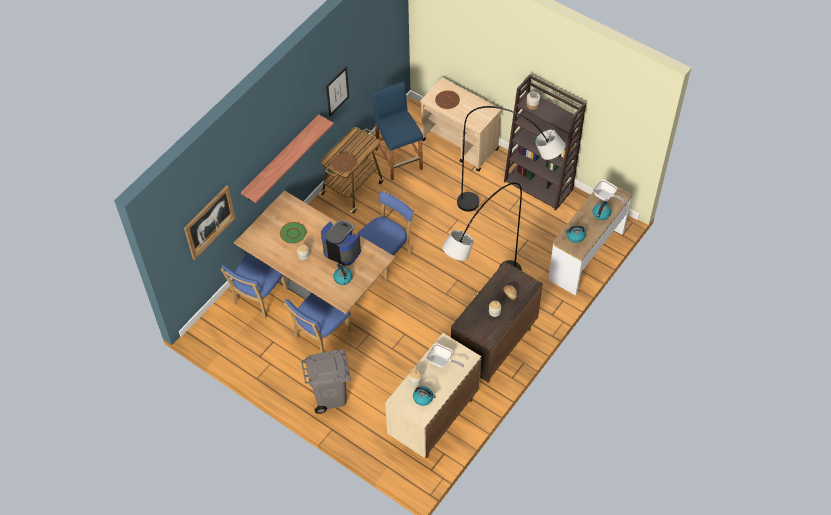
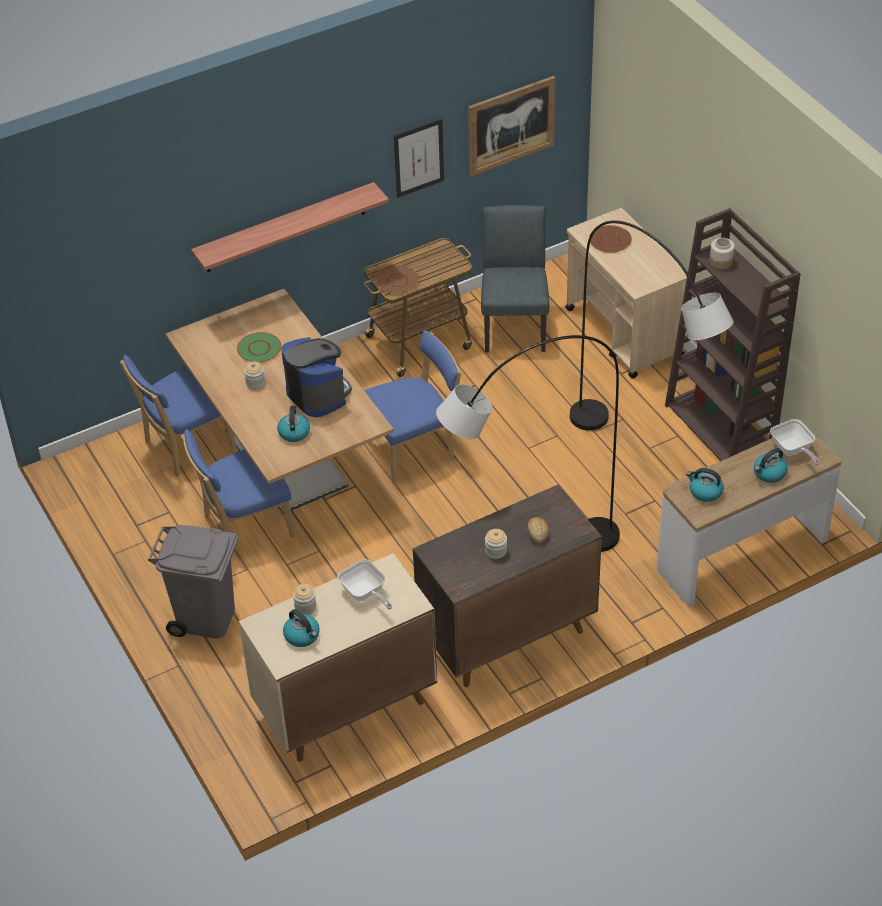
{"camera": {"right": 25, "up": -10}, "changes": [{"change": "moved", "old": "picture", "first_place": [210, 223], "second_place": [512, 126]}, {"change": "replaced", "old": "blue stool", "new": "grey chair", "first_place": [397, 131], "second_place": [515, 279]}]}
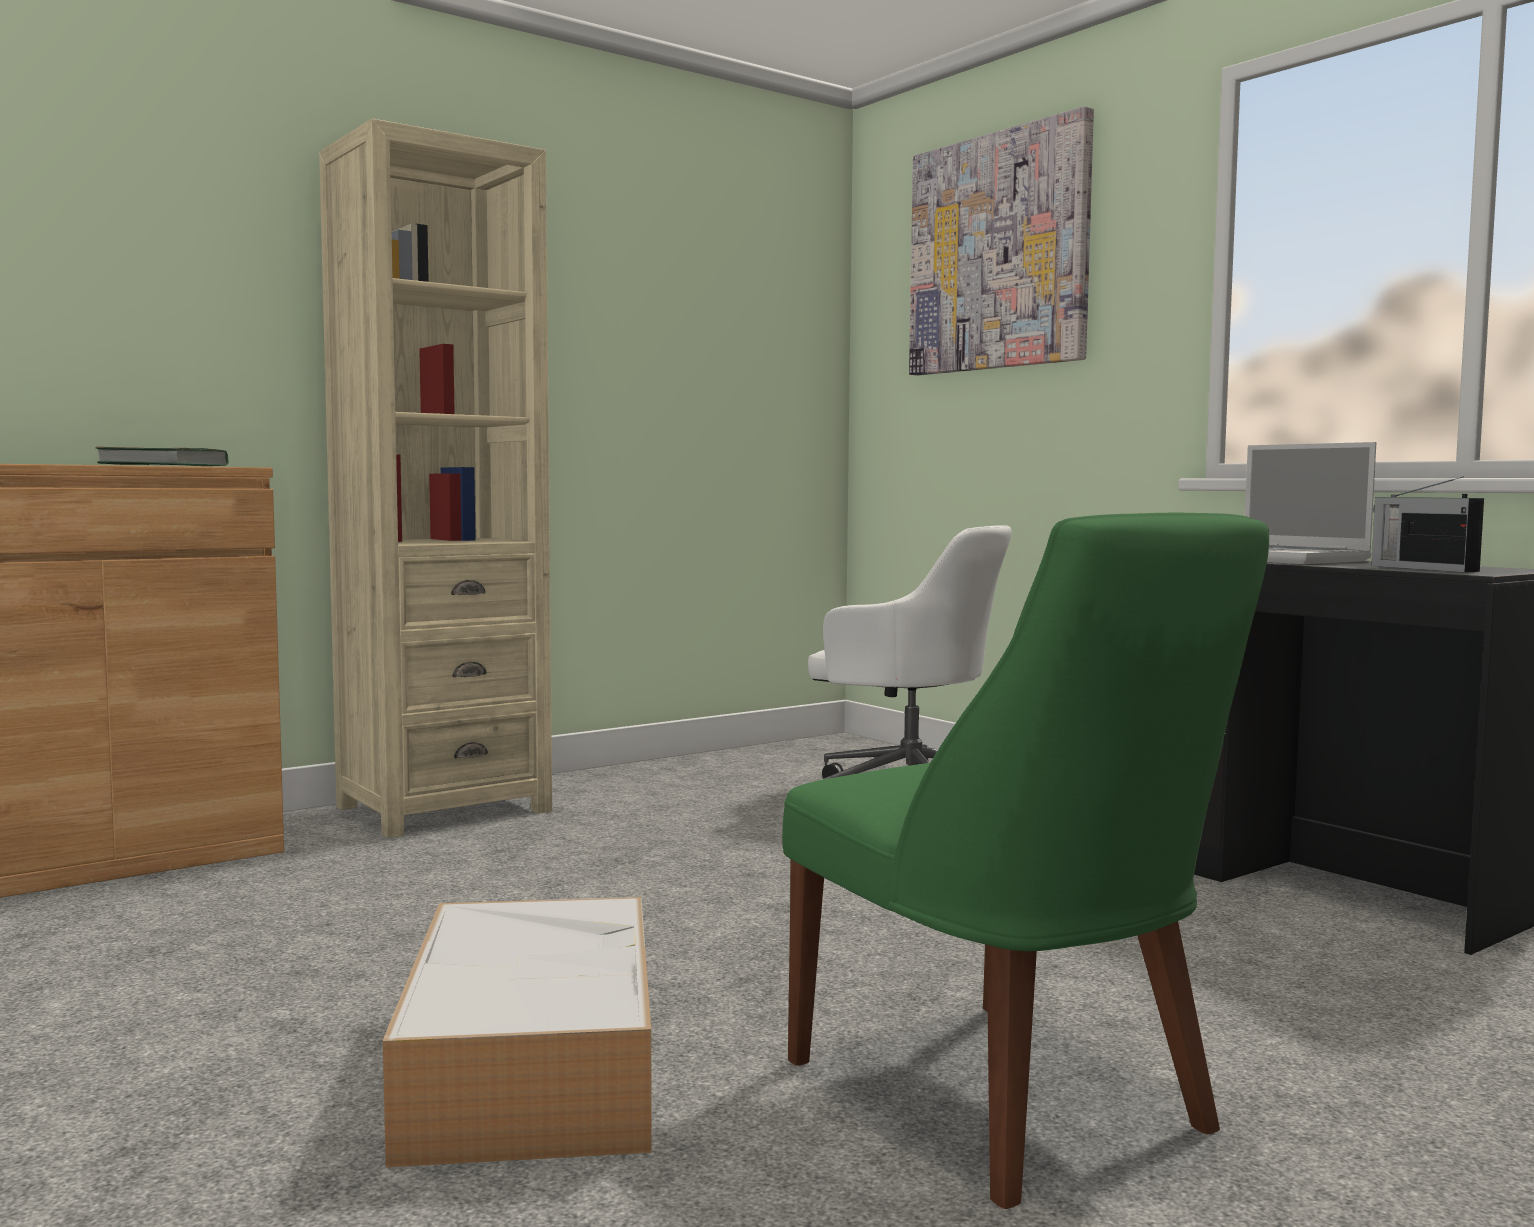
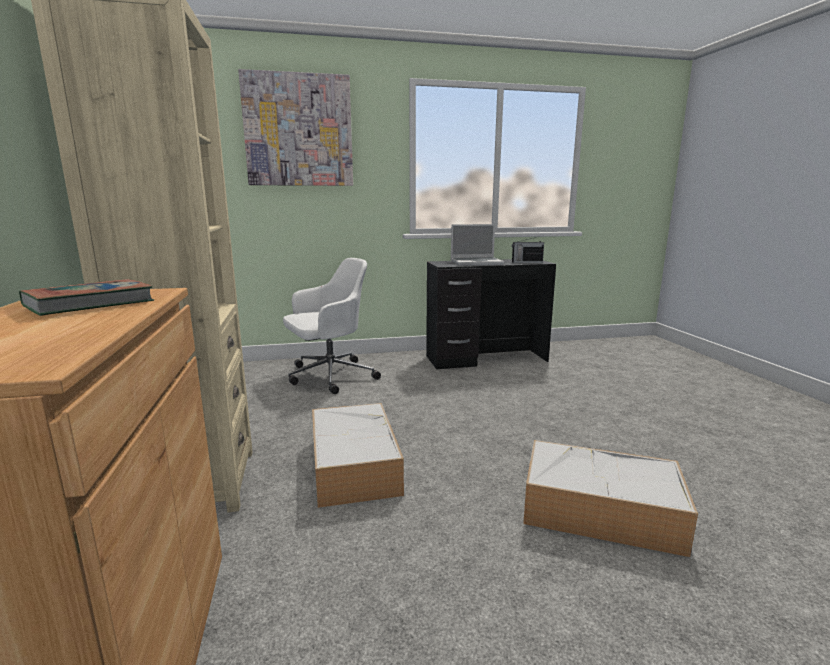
{"camera": {"right": -65, "up": 10}, "changes": [{"change": "added", "new": "storage box", "second_place": [358, 455]}, {"change": "removed", "old": "green chair", "first_place": [1025, 861]}]}
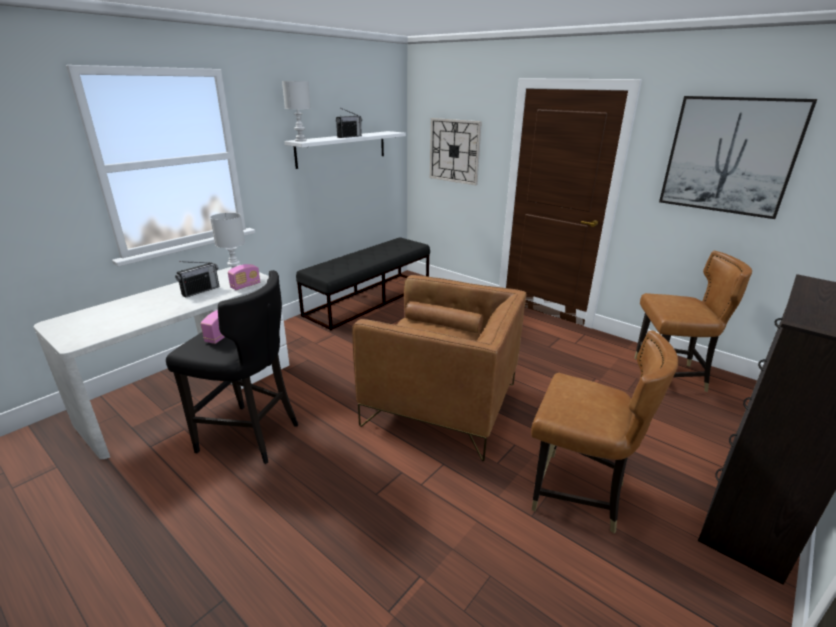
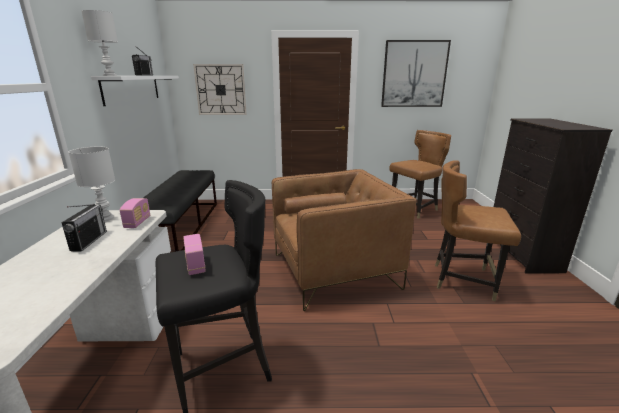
{"camera": {"right": -40, "up": -5}, "changes": [{"change": "turned", "old": "brown chair", "first_place": [604, 432], "second_place": [478, 230], "degrees": -150}]}
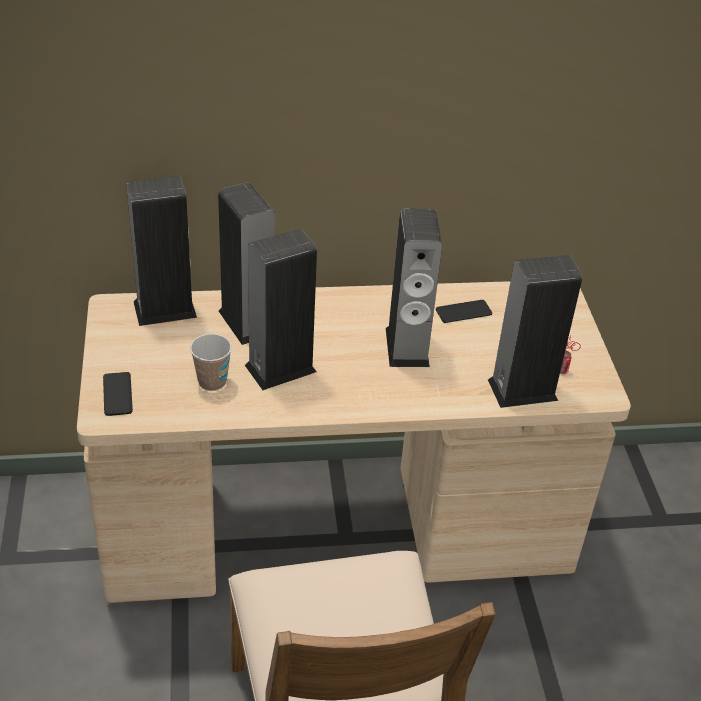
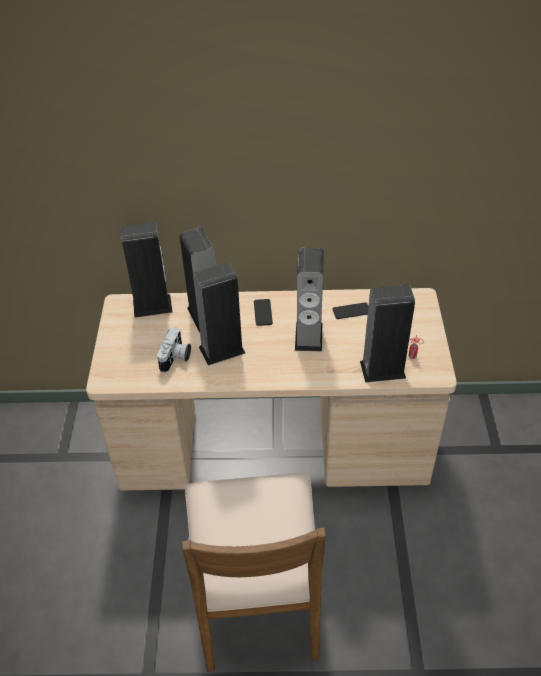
{"camera": {"right": 10, "up": 5}, "changes": [{"change": "replaced", "old": "cup", "new": "photo camera", "first_place": [211, 362], "second_place": [174, 350]}, {"change": "moved", "old": "phone", "first_place": [118, 394], "second_place": [263, 312]}]}
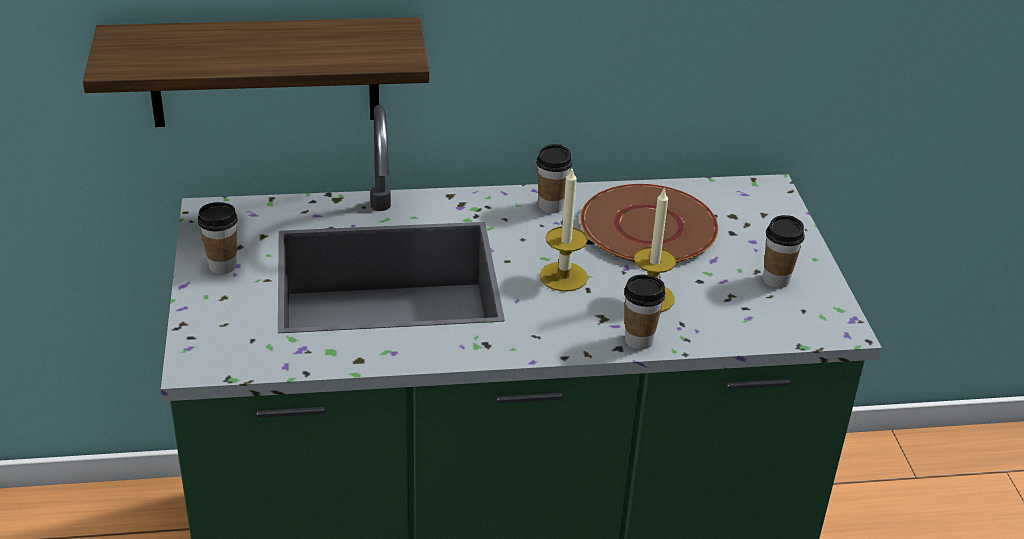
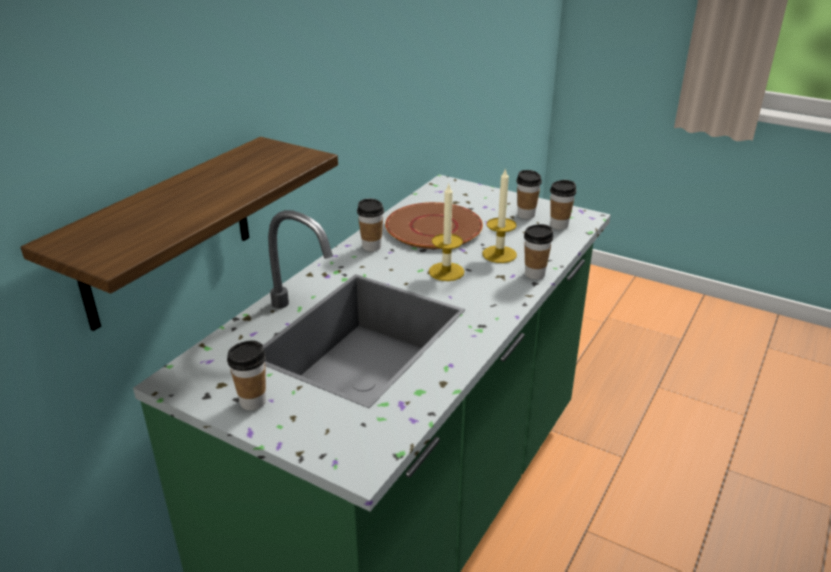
{"camera": {"right": -50, "up": -5}, "changes": [{"change": "added", "new": "cup", "second_place": [563, 205]}]}
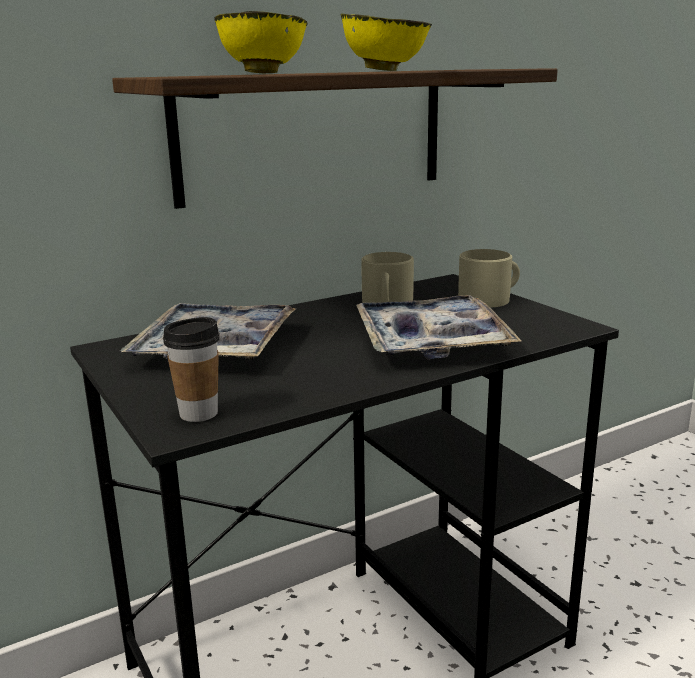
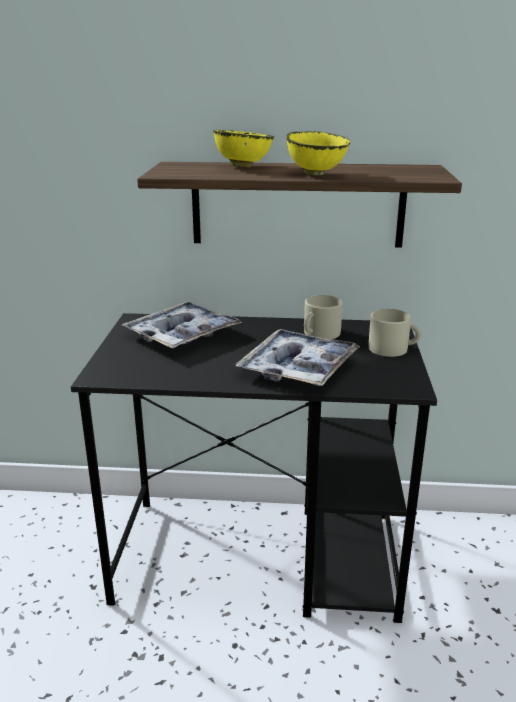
{"camera": {"right": 35, "up": 5}, "changes": [{"change": "removed", "old": "cup", "first_place": [191, 369]}]}
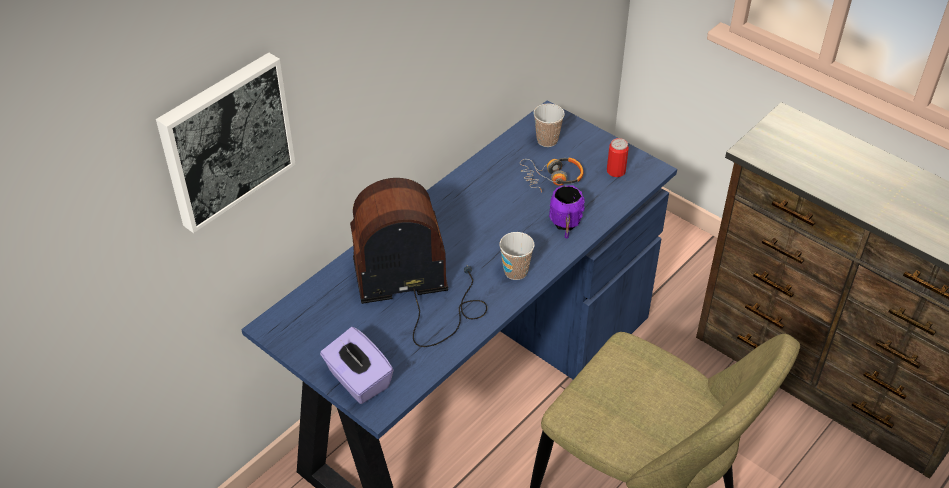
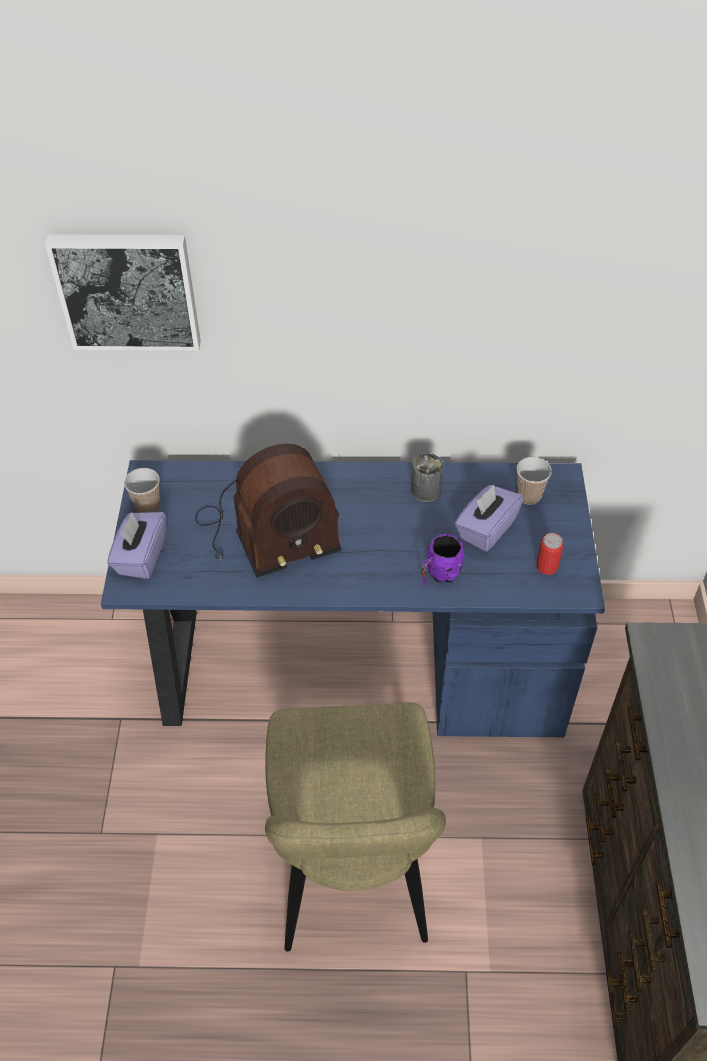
{"camera": {"right": 50, "up": 5}, "changes": [{"change": "moved", "old": "cup", "first_place": [517, 256], "second_place": [142, 490]}, {"change": "turned", "old": "radio", "first_place": [418, 262], "second_place": [268, 510], "degrees": 120}, {"change": "added", "new": "can", "second_place": [427, 477]}, {"change": "replaced", "old": "headphones", "new": "purple tissue box", "first_place": [551, 175], "second_place": [489, 518]}]}
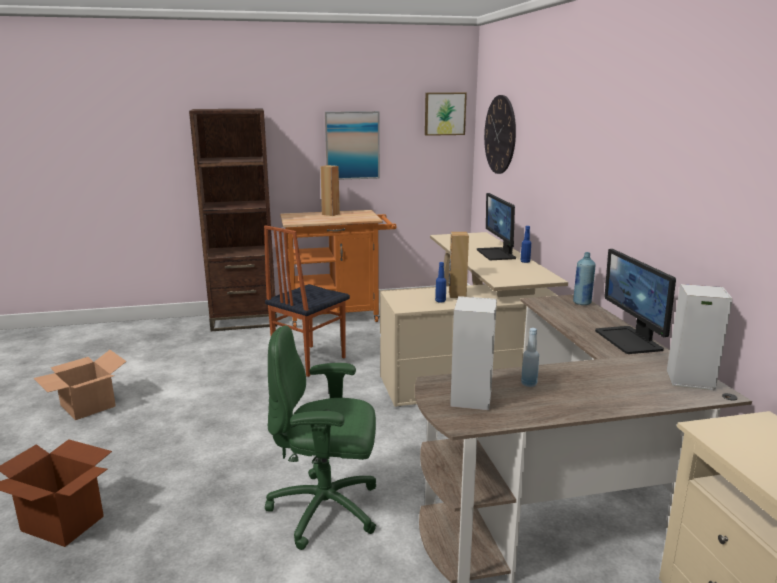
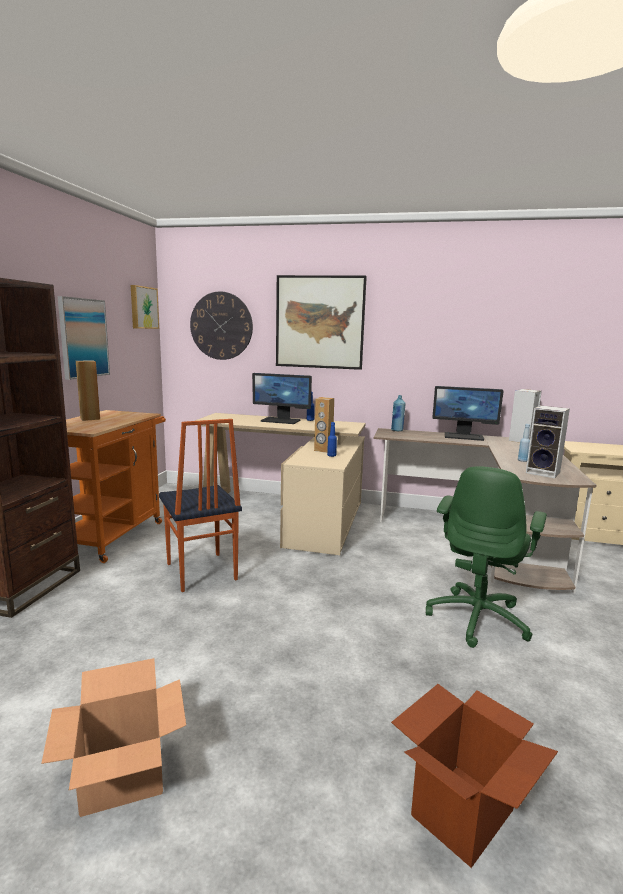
{"camera": {"right": -65, "up": -5}, "changes": [{"change": "added", "new": "picture", "second_place": [321, 322]}]}
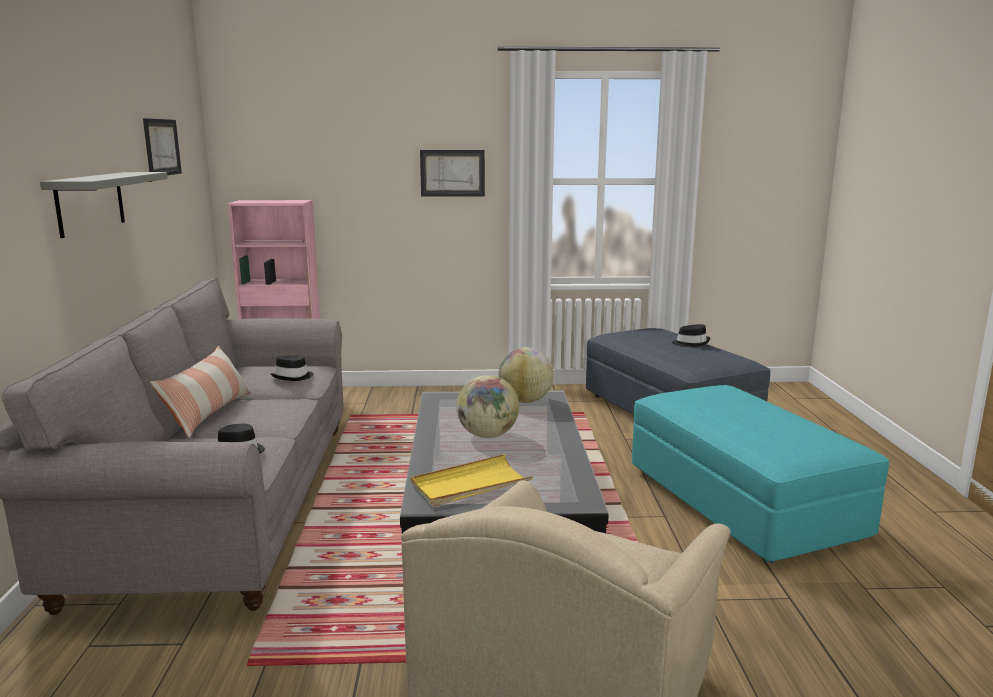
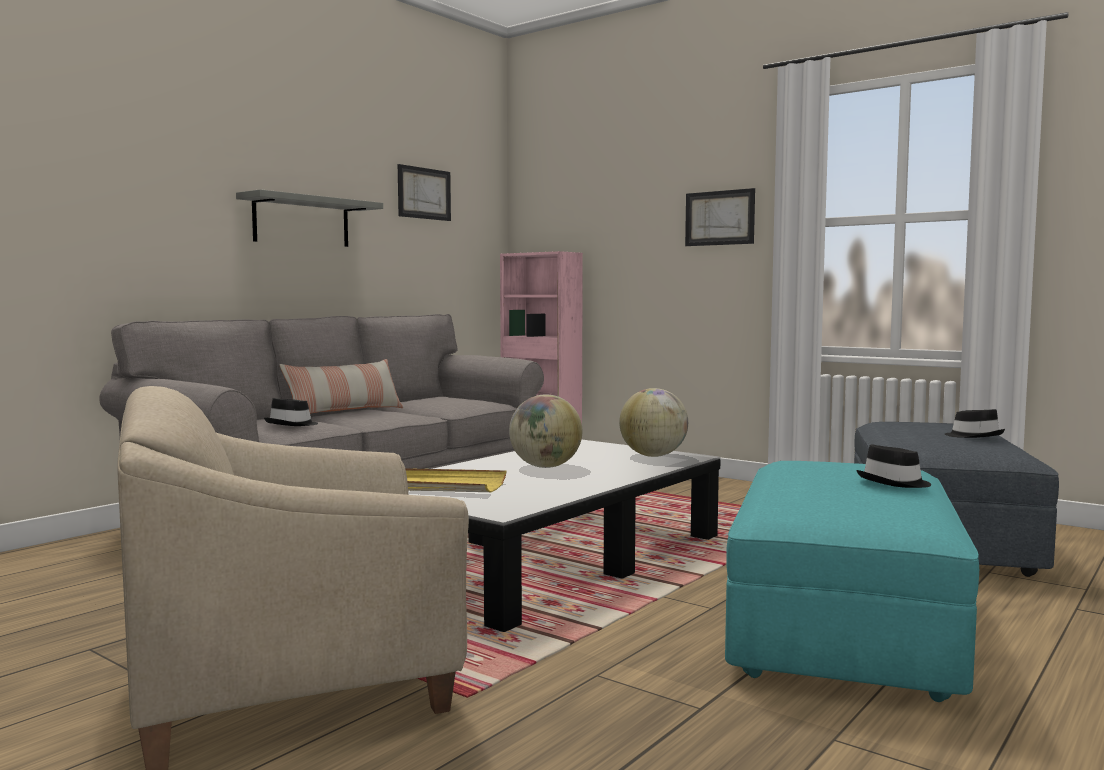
{"camera": {"right": 40, "up": -10}, "changes": [{"change": "moved", "old": "black hat", "first_place": [292, 368], "second_place": [893, 466]}]}
